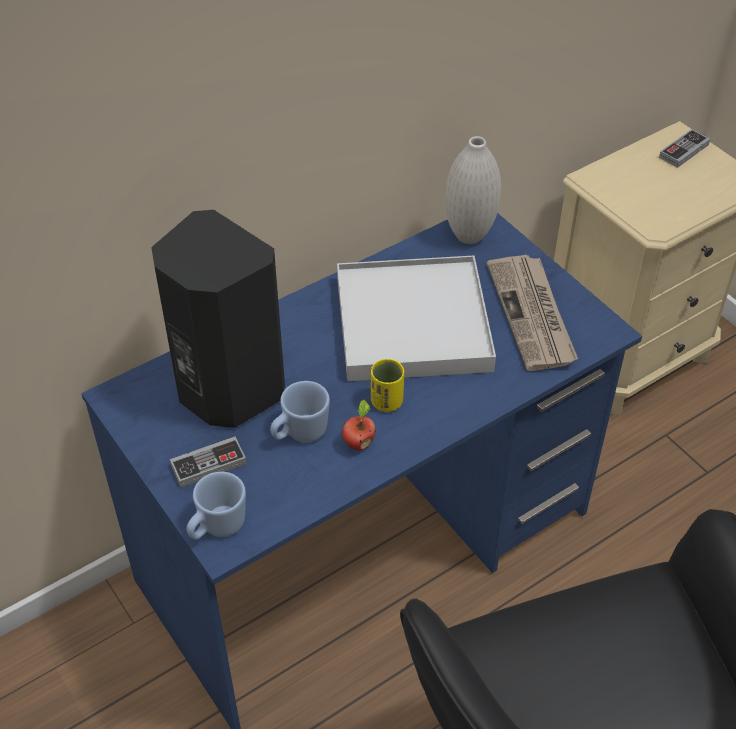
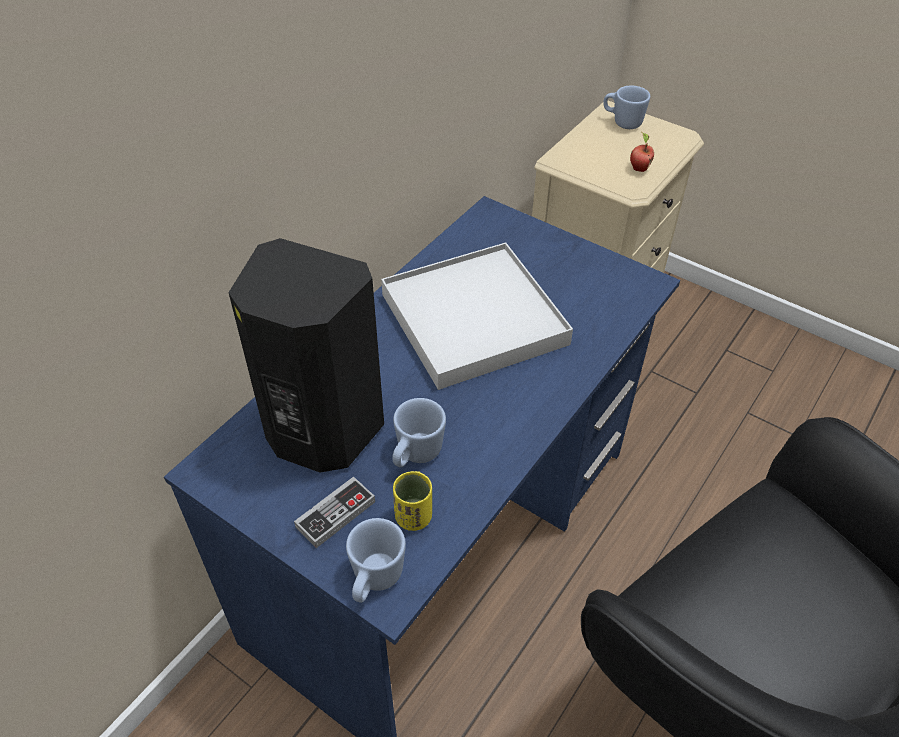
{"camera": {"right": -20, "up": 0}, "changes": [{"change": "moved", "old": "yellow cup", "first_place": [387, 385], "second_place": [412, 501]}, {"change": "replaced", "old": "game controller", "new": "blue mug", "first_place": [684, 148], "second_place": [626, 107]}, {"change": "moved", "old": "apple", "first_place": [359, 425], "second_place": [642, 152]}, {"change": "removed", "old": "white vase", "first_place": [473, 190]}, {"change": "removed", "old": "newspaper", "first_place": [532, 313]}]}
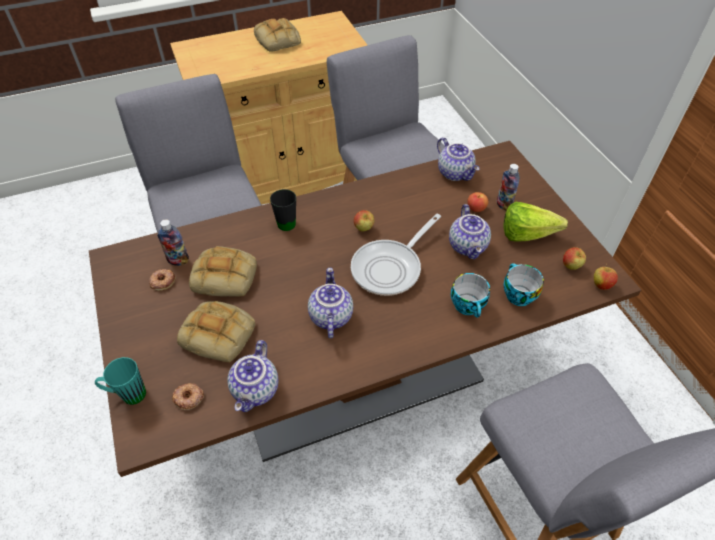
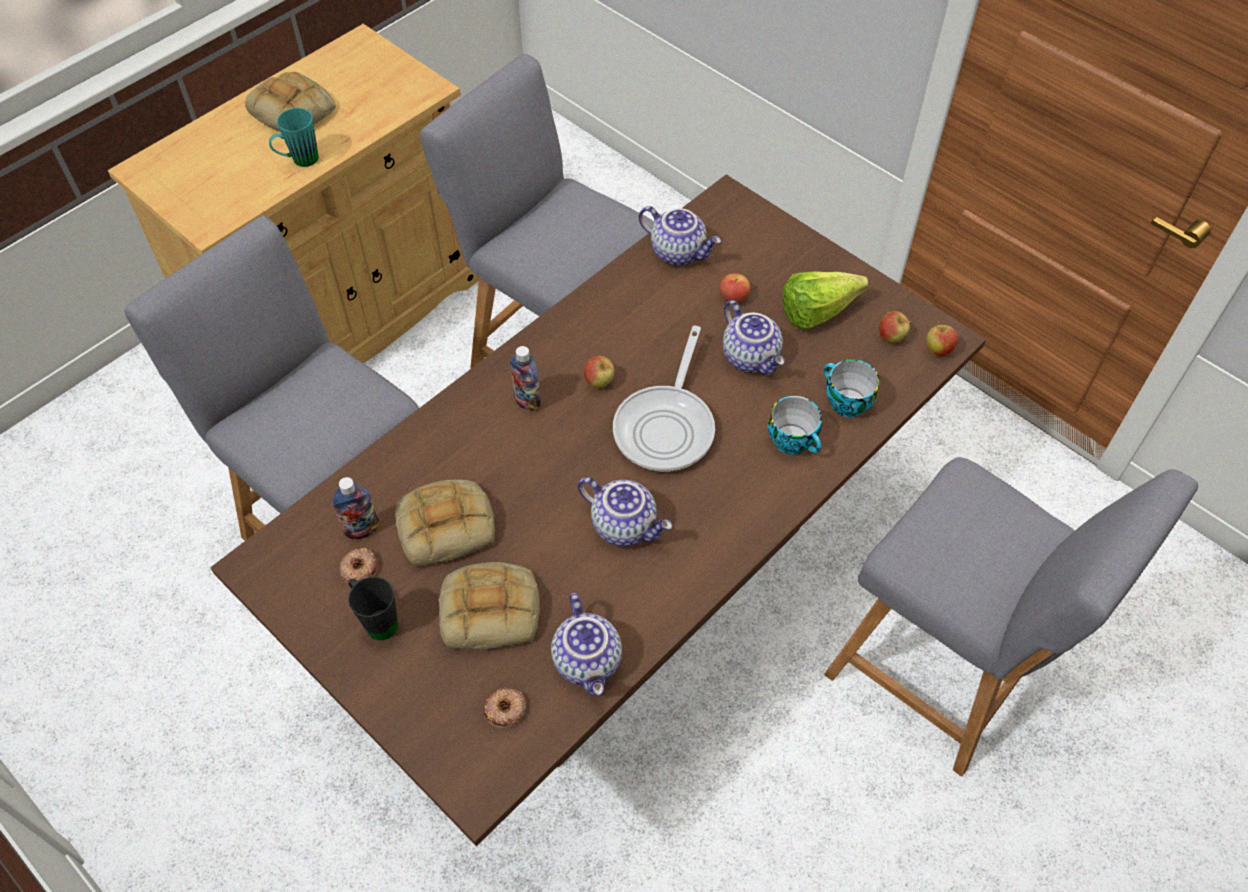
{"camera": {"right": -25, "up": 5}, "changes": [{"change": "moved", "old": "turquoise mug", "first_place": [120, 381], "second_place": [294, 137]}, {"change": "moved", "old": "black mug", "first_place": [283, 210], "second_place": [373, 608]}, {"change": "moved", "old": "bottle", "first_place": [508, 187], "second_place": [525, 378]}, {"change": "turned", "old": "teapot", "first_place": [330, 303], "second_place": [624, 512], "degrees": 150}]}
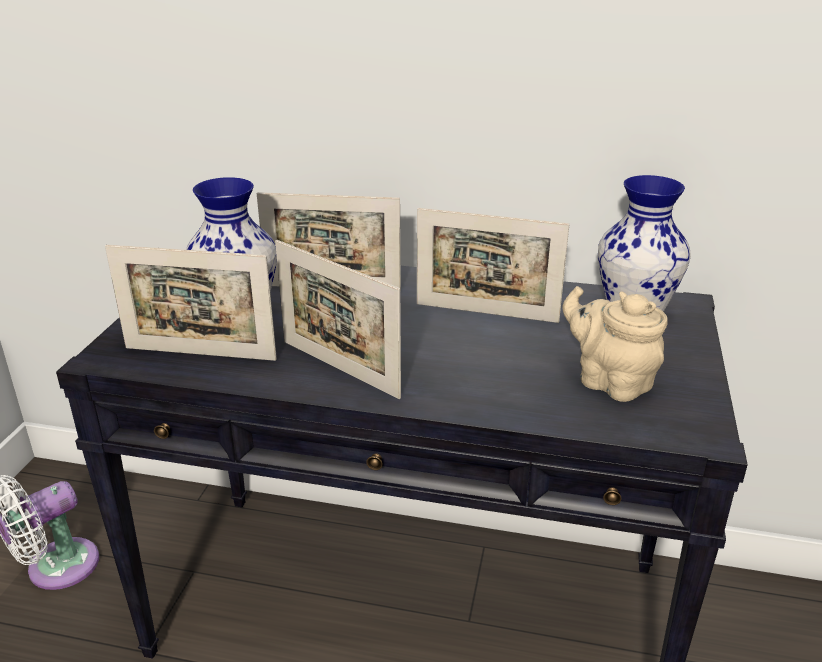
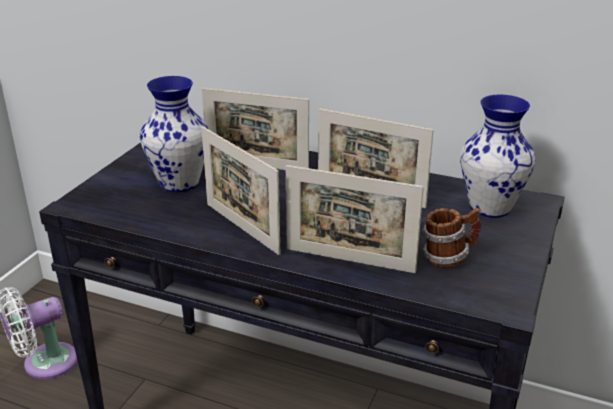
{"camera": {"right": 10, "up": 0}, "changes": [{"change": "moved", "old": "picture frame", "first_place": [191, 302], "second_place": [355, 219]}, {"change": "replaced", "old": "beige teapot", "new": "mug", "first_place": [615, 344], "second_place": [451, 237]}]}
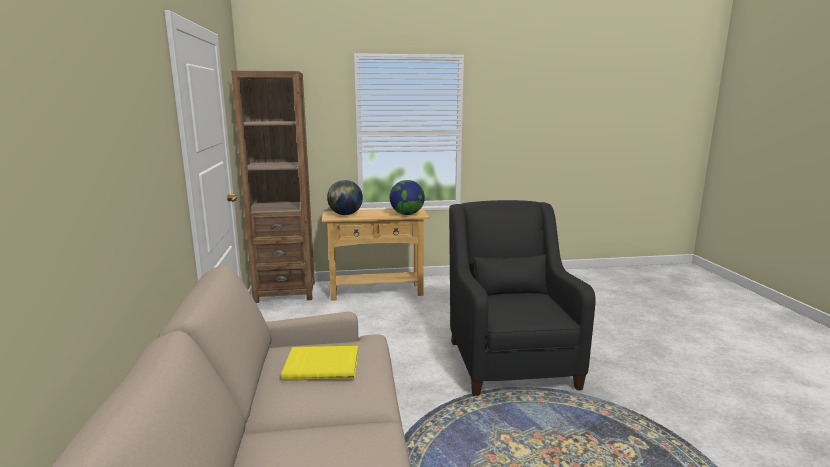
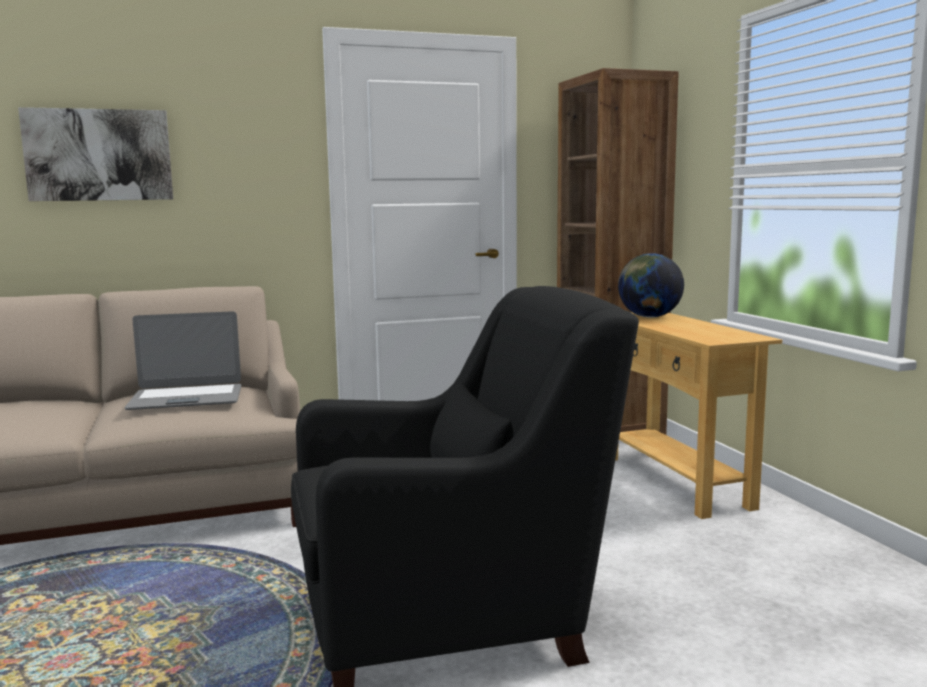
{"camera": {"right": 80, "up": -5}, "changes": [{"change": "added", "new": "picture", "second_place": [95, 154]}, {"change": "replaced", "old": "yellow book", "new": "laptop", "first_place": [319, 363], "second_place": [183, 360]}, {"change": "removed", "old": "globe", "first_place": [407, 197]}]}
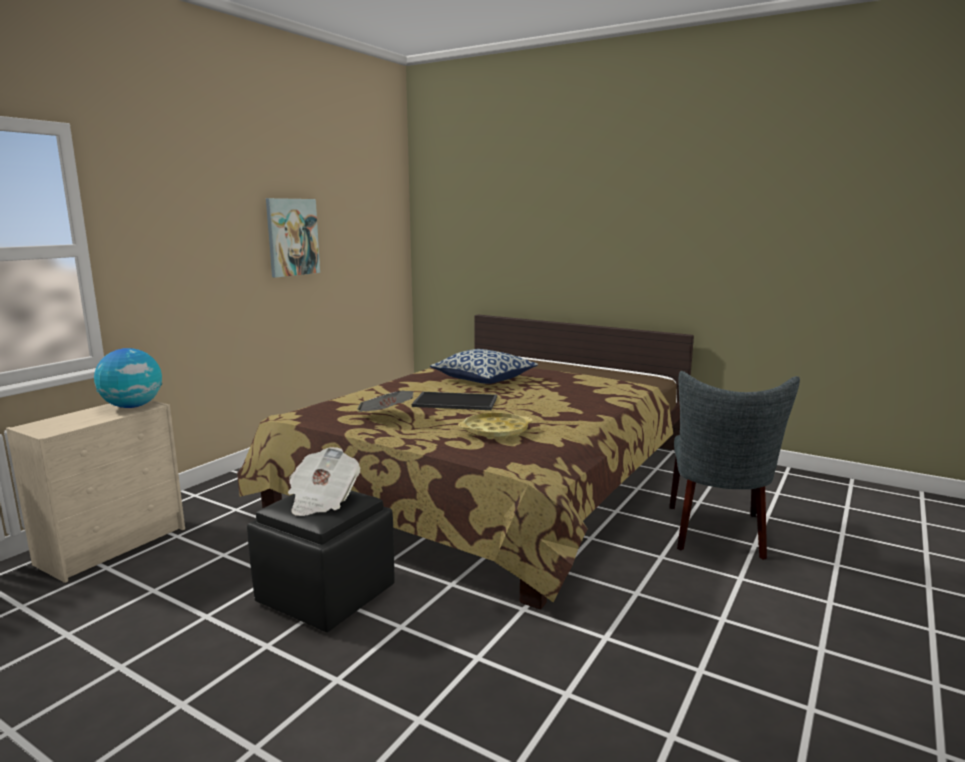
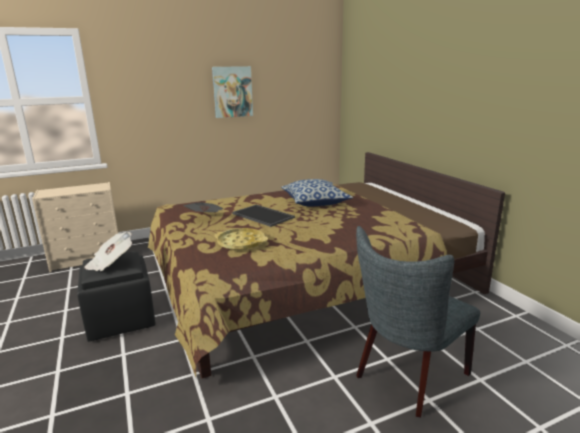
{"camera": {"right": 35, "up": 5}, "changes": [{"change": "removed", "old": "globe", "first_place": [128, 378]}]}
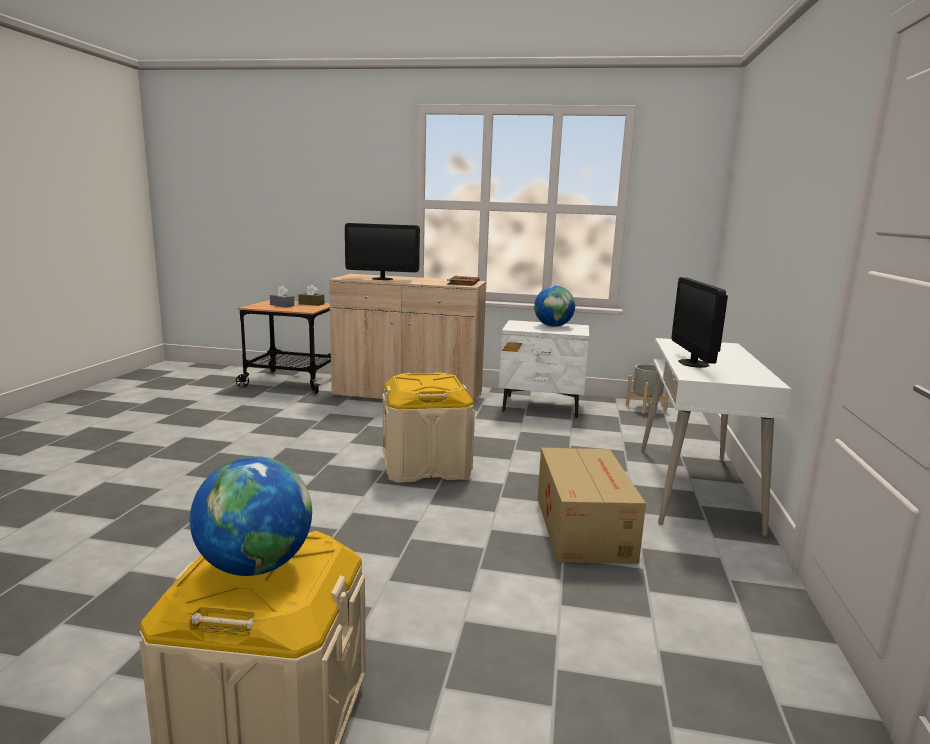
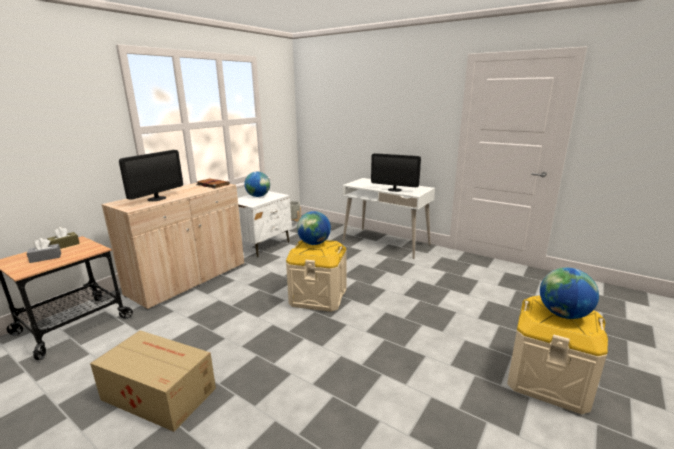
{"camera": {"right": -65, "up": 5}, "changes": [{"change": "moved", "old": "cardboard box", "first_place": [592, 505], "second_place": [153, 381]}, {"change": "added", "new": "globe", "second_place": [314, 228]}]}
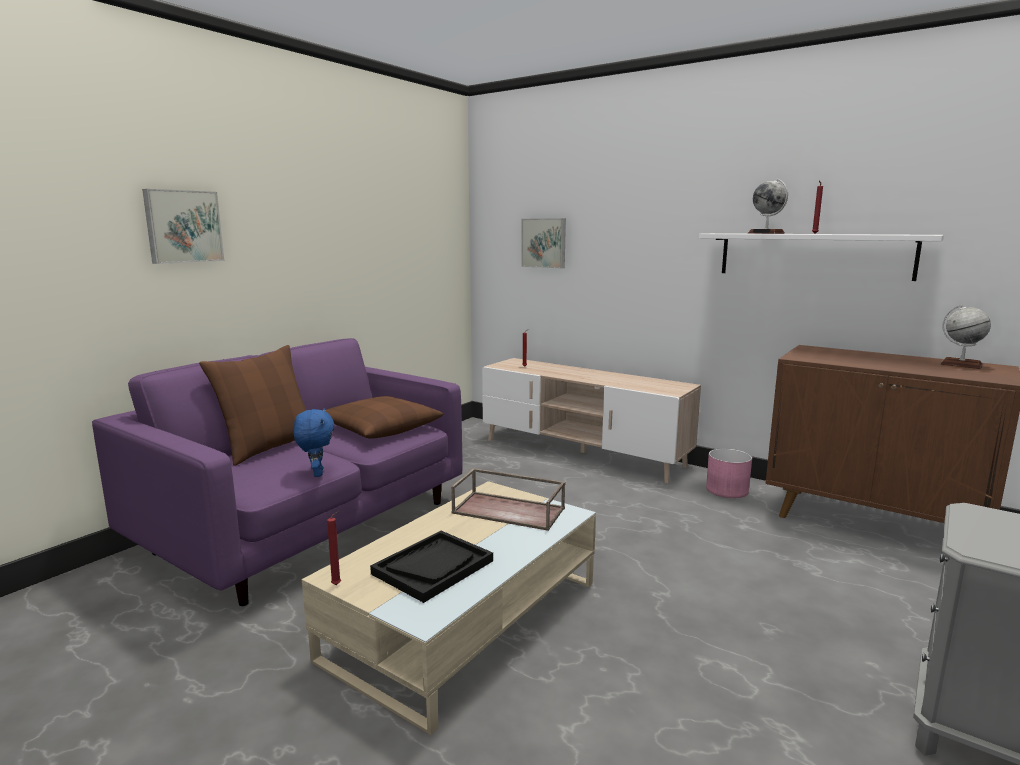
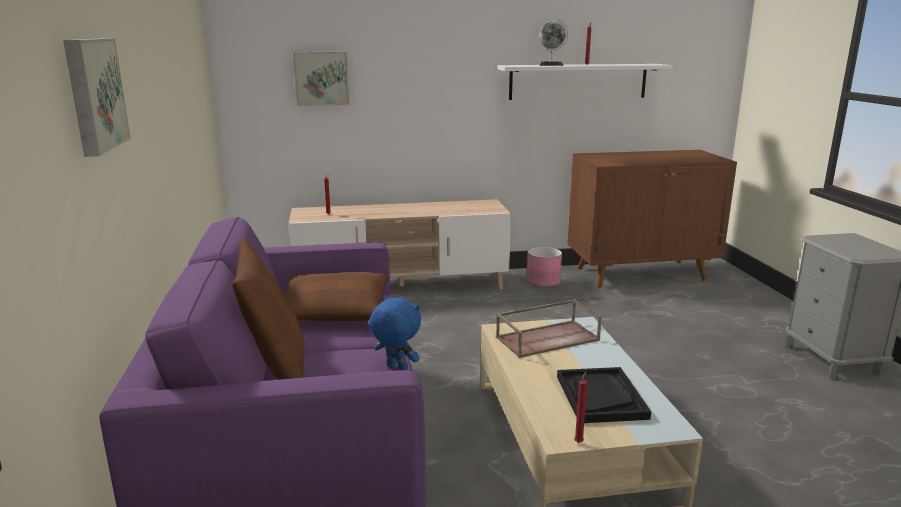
{"camera": {"right": -45, "up": 5}, "changes": [{"change": "removed", "old": "globe", "first_place": [965, 337]}]}
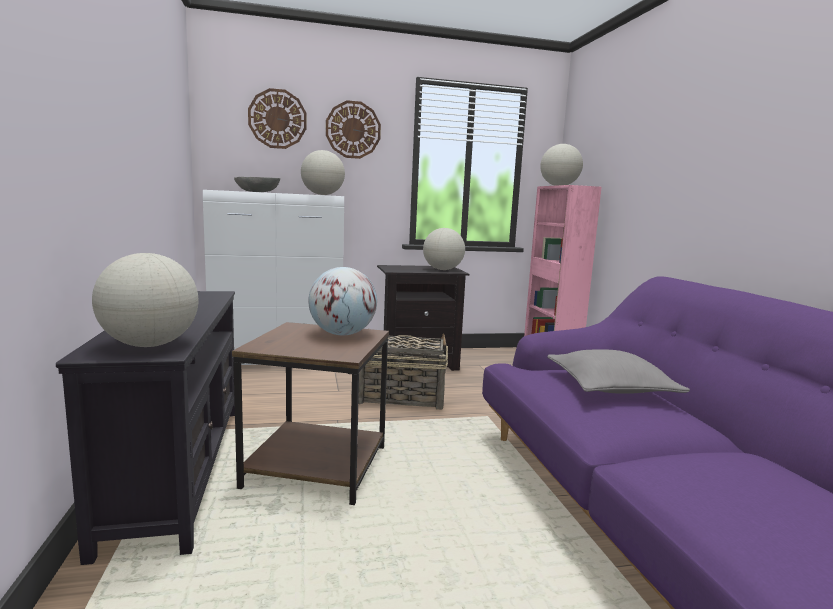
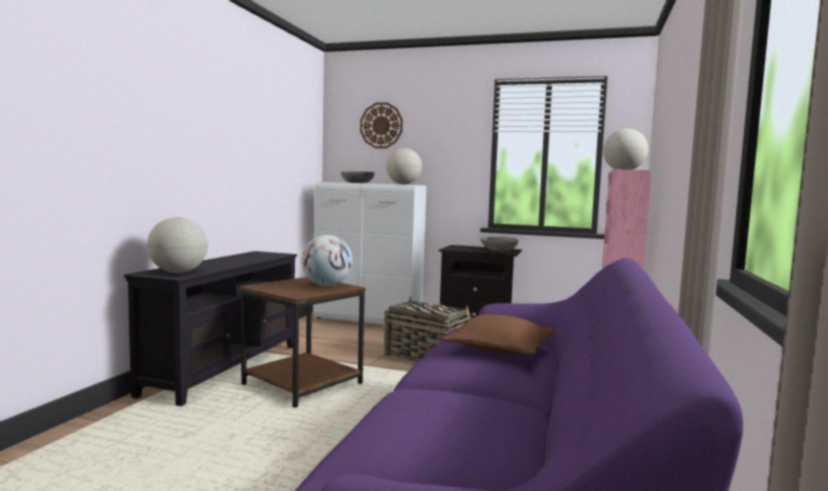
{"camera": {"right": 30, "up": -5}, "changes": [{"change": "recoloured", "old": "grey pillow", "new": "brown pillow", "first_place": [618, 372], "second_place": [498, 334]}, {"change": "replaced", "old": "globe", "new": "grey bowl", "first_place": [444, 249], "second_place": [499, 244]}, {"change": "removed", "old": "wall clock", "first_place": [353, 129]}]}
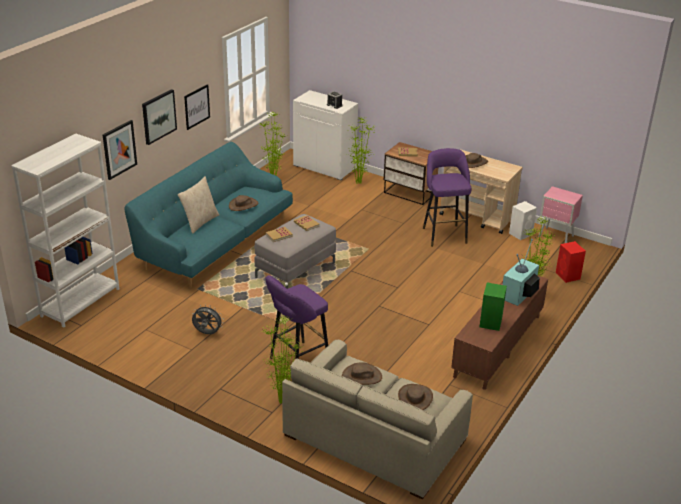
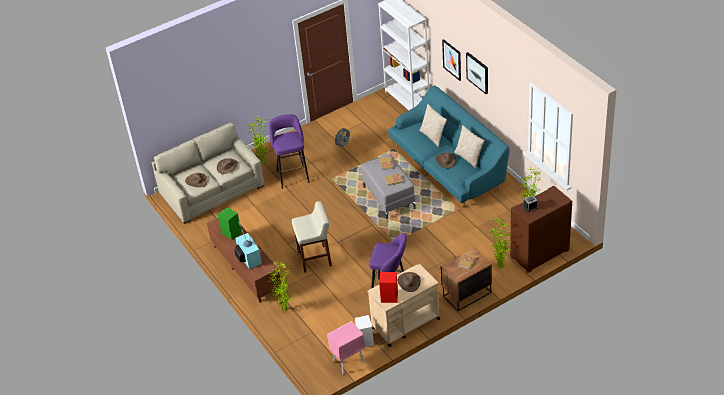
{"camera": {"right": 120, "up": 10}, "changes": [{"change": "added", "new": "beige stool", "second_place": [312, 237]}, {"change": "moved", "old": "red speaker", "first_place": [571, 262], "second_place": [388, 287]}, {"change": "added", "new": "beige pillow", "second_place": [469, 146]}, {"change": "recoloured", "old": "white cabinet", "new": "brown cabinet", "first_place": [325, 135], "second_place": [541, 229]}, {"change": "removed", "old": "picture", "first_place": [197, 107]}]}
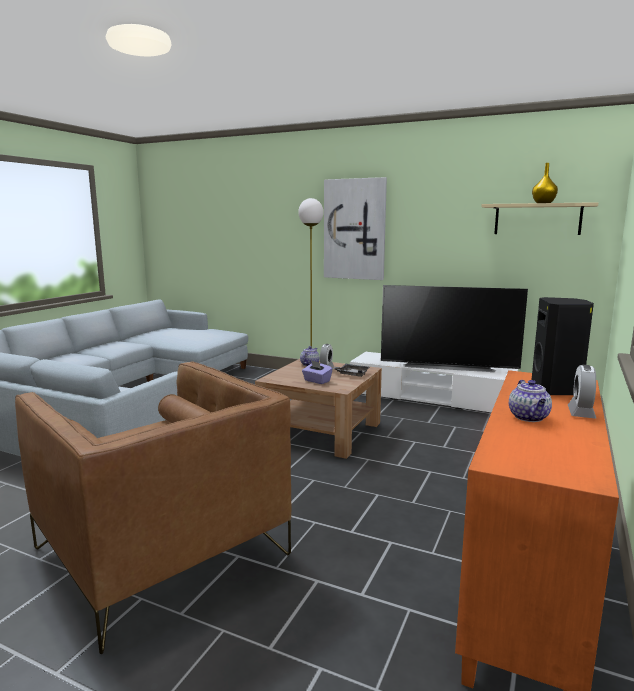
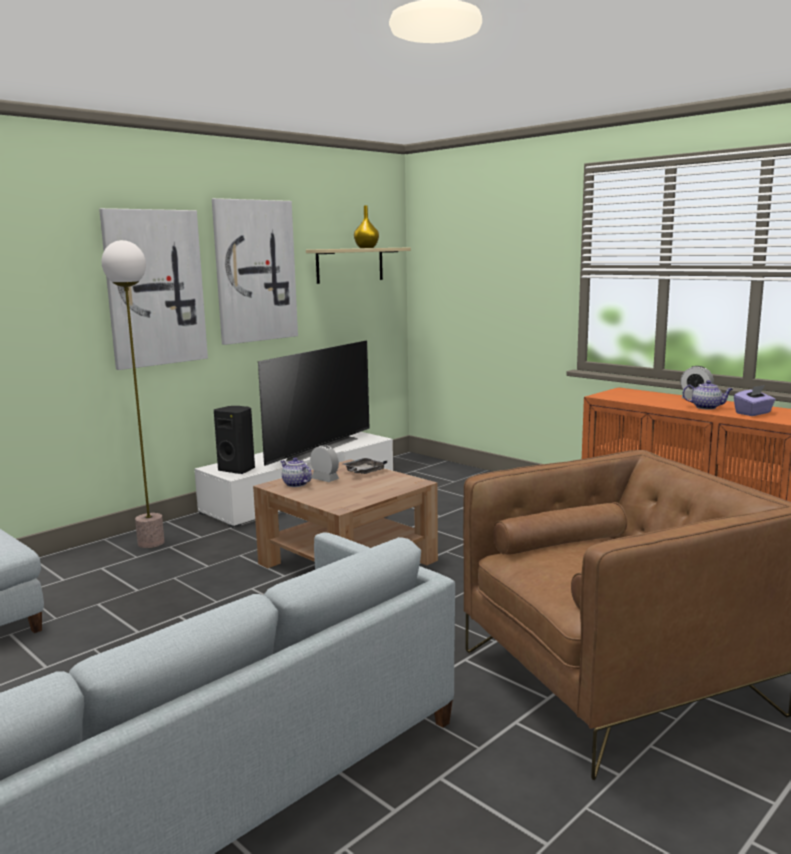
{"camera": {"right": -70, "up": 0}, "changes": [{"change": "added", "new": "picture", "second_place": [255, 271]}, {"change": "moved", "old": "black speaker", "first_place": [562, 346], "second_place": [234, 440]}, {"change": "moved", "old": "purple tissue box", "first_place": [317, 372], "second_place": [755, 400]}]}
